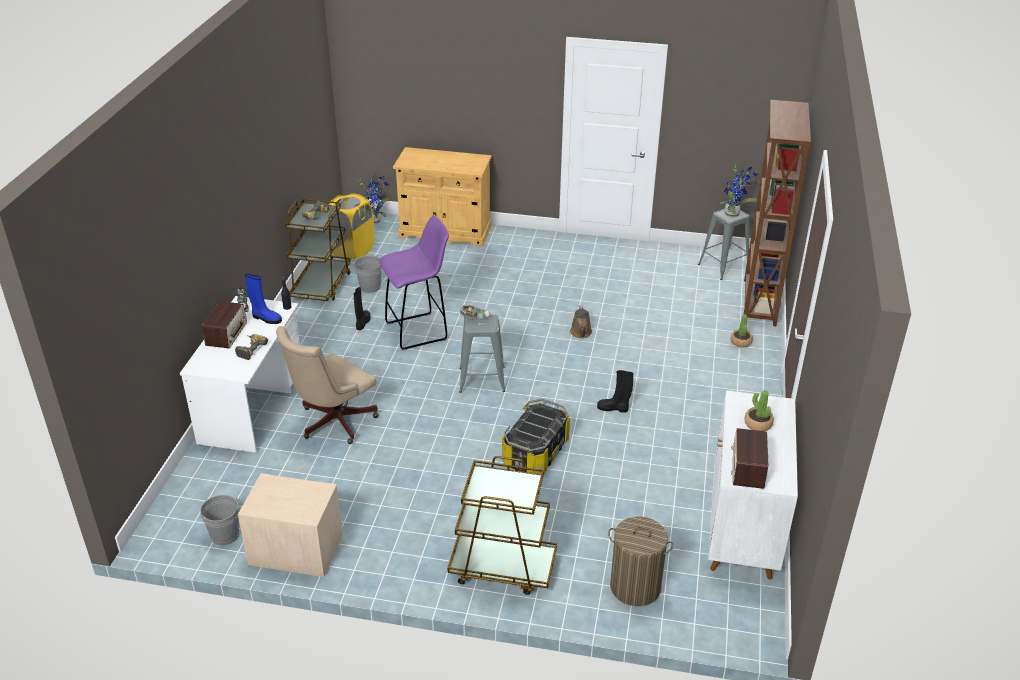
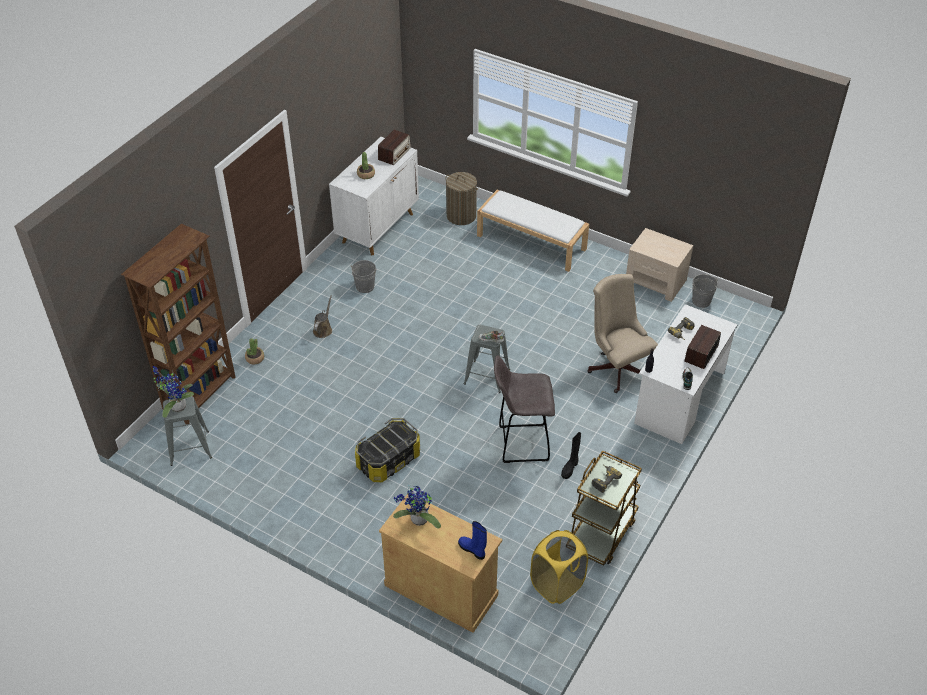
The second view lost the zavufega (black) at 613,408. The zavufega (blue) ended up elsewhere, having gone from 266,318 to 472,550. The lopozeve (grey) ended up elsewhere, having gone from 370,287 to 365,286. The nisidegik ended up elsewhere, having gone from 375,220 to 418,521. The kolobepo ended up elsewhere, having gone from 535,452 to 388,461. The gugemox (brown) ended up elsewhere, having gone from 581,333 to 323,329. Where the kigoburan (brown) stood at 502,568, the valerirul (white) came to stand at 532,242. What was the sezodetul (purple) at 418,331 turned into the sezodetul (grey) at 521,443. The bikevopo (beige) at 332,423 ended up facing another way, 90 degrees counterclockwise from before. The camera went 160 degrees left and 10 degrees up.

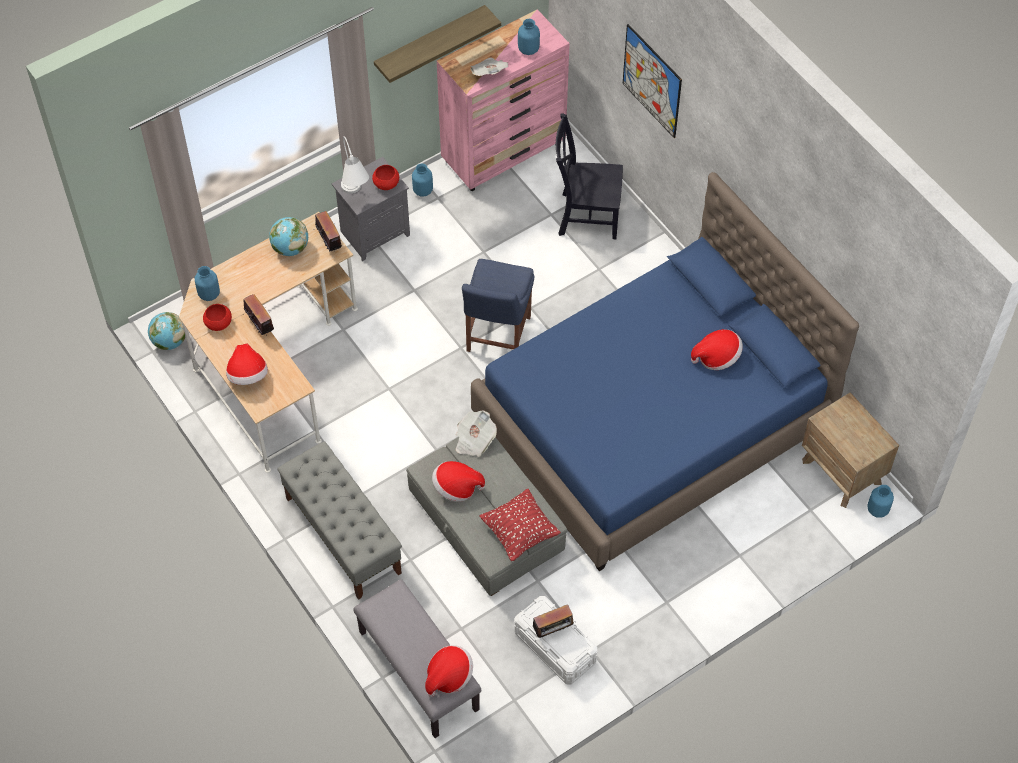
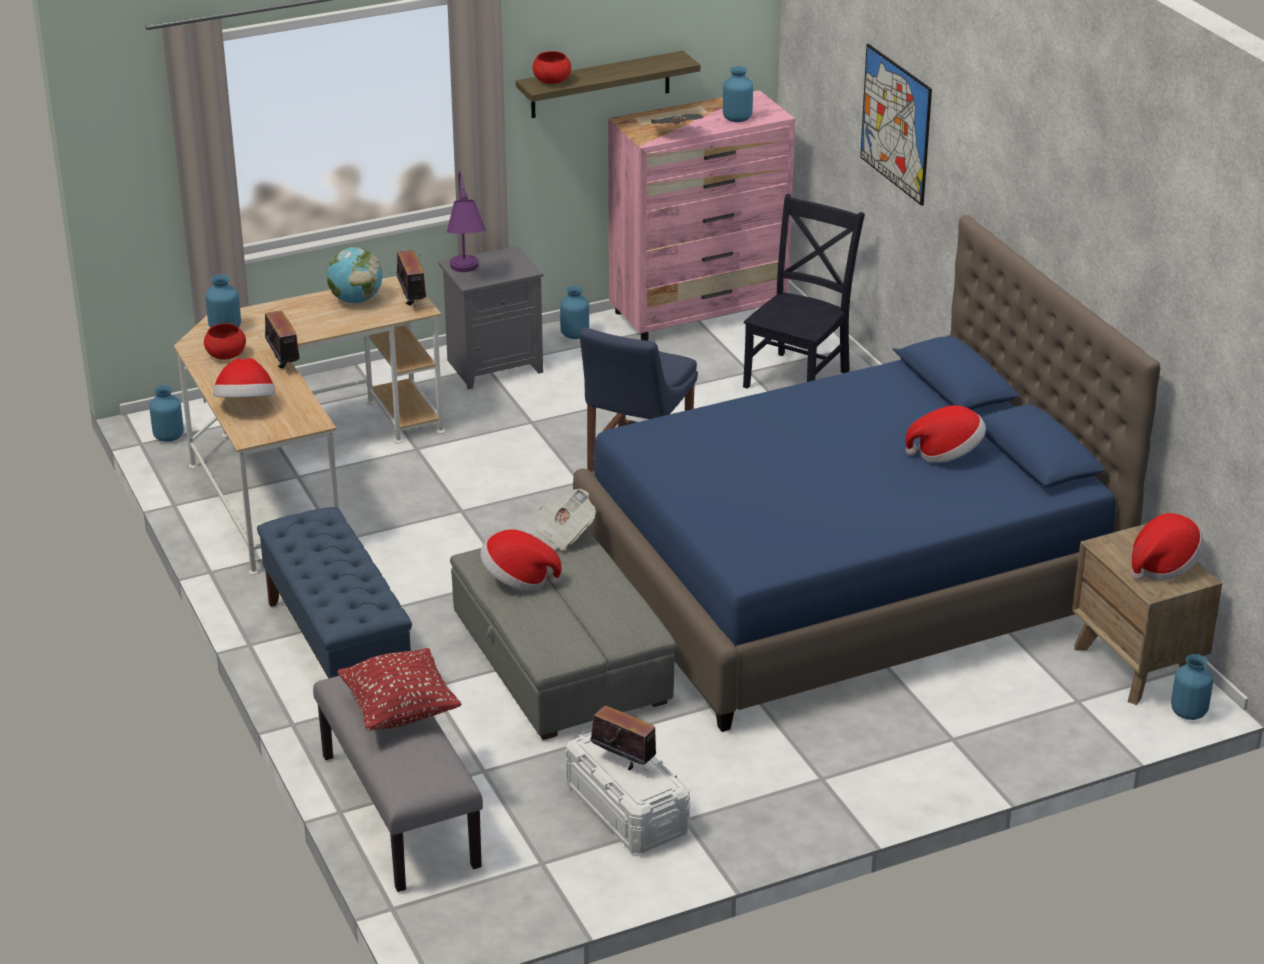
The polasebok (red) ended up elsewhere, having gone from 386,184 to 551,81. The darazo ended up elsewhere, having gone from 448,676 to 1163,566. The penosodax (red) ended up elsewhere, having gone from 519,532 to 400,711. Where the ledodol stood at 169,341, the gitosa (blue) came to stand at 168,437. What was the valerirul (grey) at 342,535 turned into the valerirul (blue) at 337,650. What was the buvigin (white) at 355,196 turned into the buvigin (purple) at 466,274. The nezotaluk at 553,630 ended up facing another way, 135 degrees counterclockwise from before. The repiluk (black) at 586,215 ended up facing another way, 105 degrees clockwise from before. The camera went 10 degrees right and 25 degrees down.

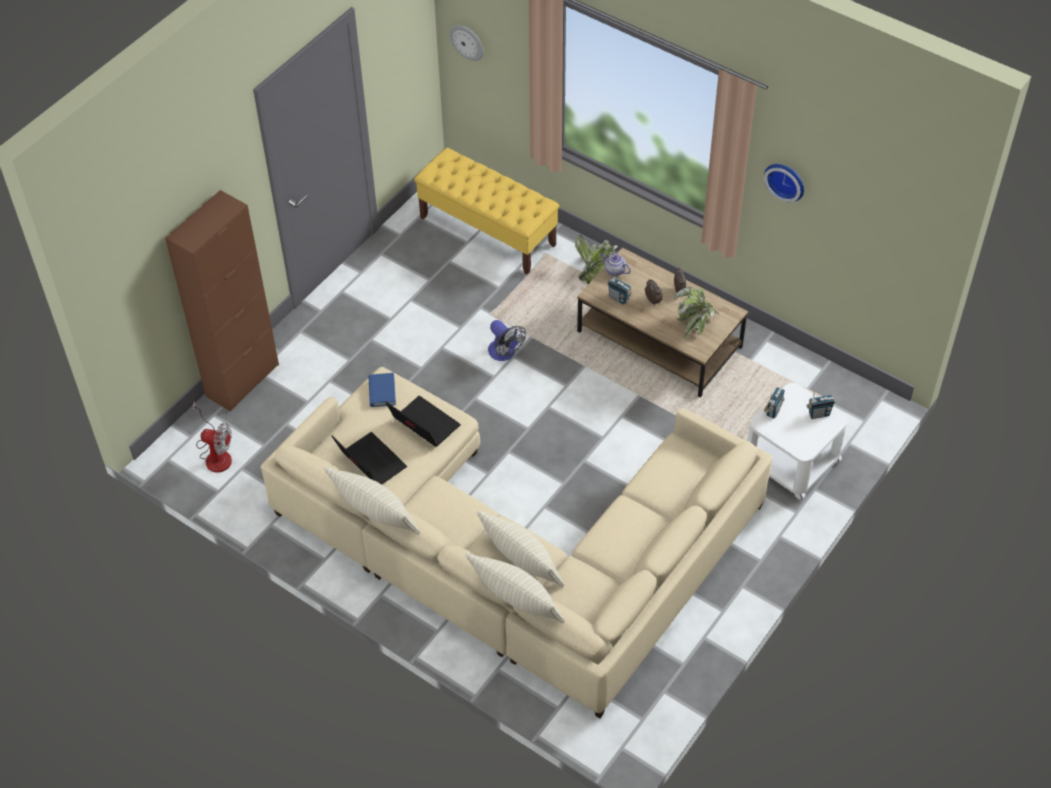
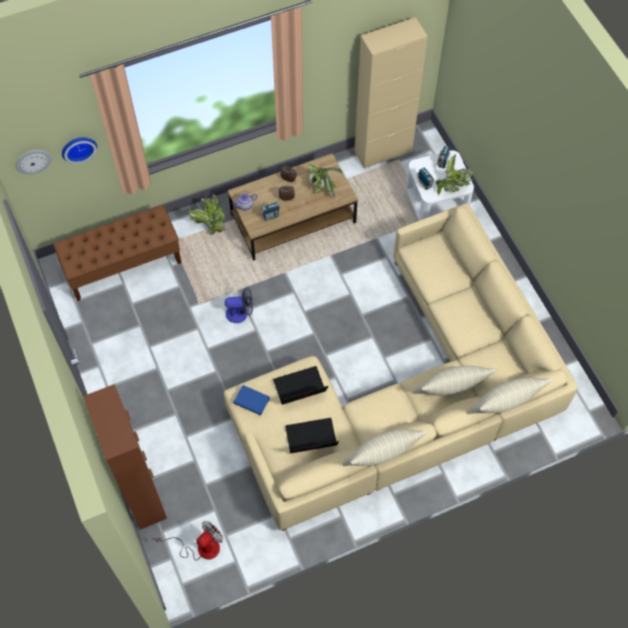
The second view gained the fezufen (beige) at 383,151. The second view gained the nisidegik at 453,187. The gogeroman ended up elsewhere, having gone from 786,180 to 78,147. What was the valerirul (yellow) at 488,231 turned into the valerirul (brown) at 123,265. The camera went 60 degrees left and 10 degrees up.

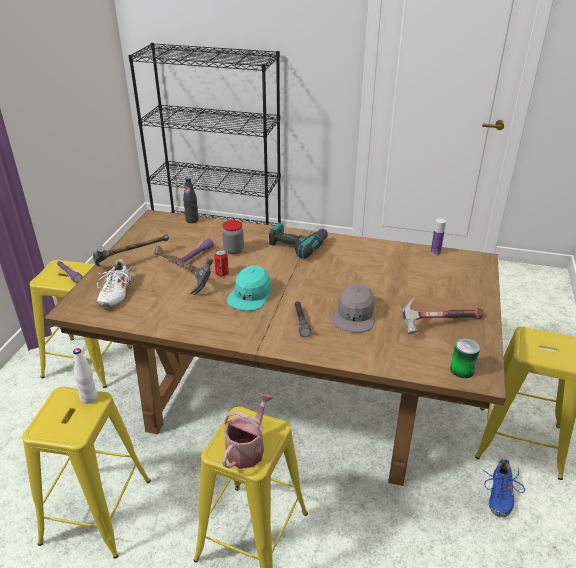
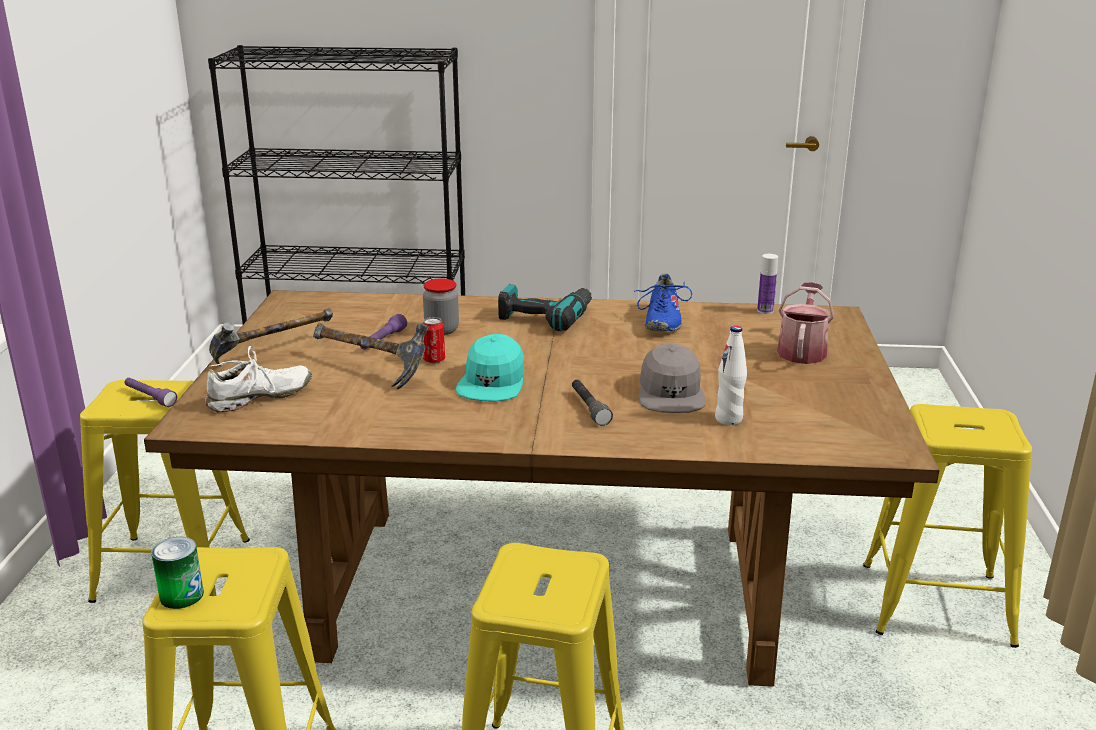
The second view lost the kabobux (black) at 192,220. The second view lost the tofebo at 438,324. The kabobux (white) ended up elsewhere, having gone from 89,397 to 728,419. The gugemox ended up elsewhere, having gone from 248,448 to 802,350. The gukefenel ended up elsewhere, having gone from 462,370 to 182,595. The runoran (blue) ended up elsewhere, having gone from 499,494 to 661,320. The runoran (white) at 115,293 ended up facing another way, 120 degrees counterclockwise from before. The camera went 10 degrees left and 10 degrees down.

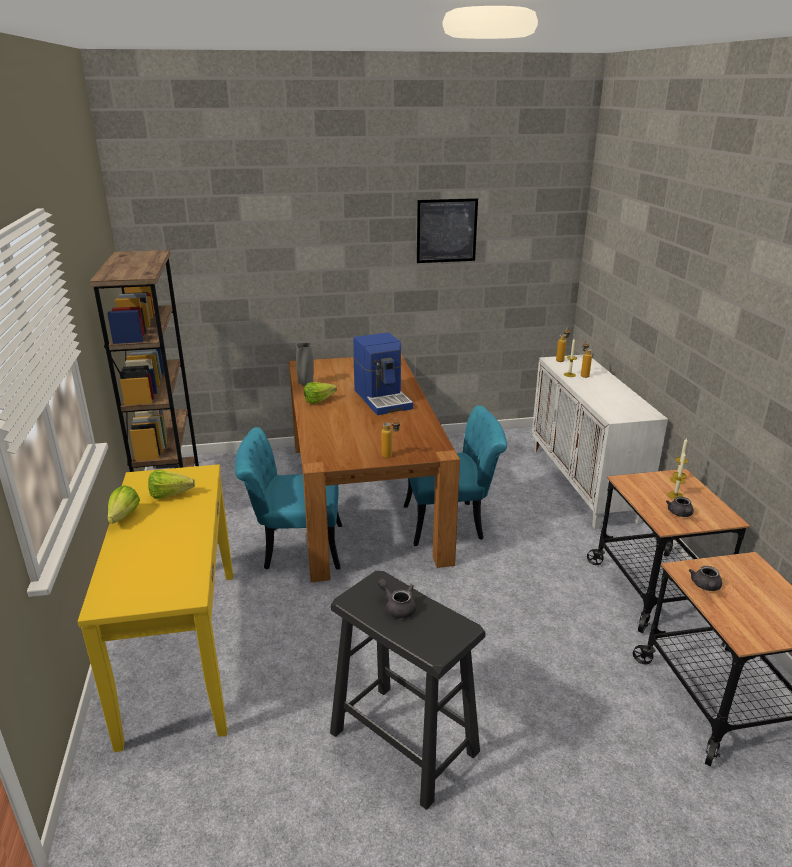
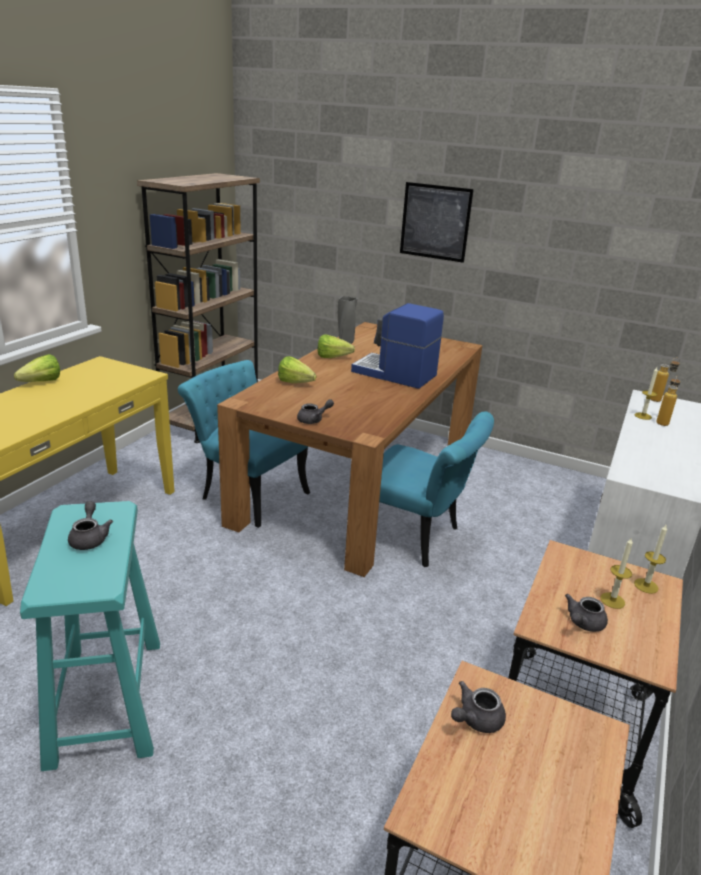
The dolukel ended up elsewhere, having gone from 174,495 to 297,384. The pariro ended up elsewhere, having gone from 446,231 to 435,222. Where the kabobux stood at 391,456, the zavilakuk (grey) came to stand at 313,420. What was the sezodetul (black) at 403,741 turned into the sezodetul (turquoise) at 107,699. The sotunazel at 383,399 ended up facing another way, 105 degrees clockwise from before. The camera went 35 degrees right and 0 degrees up.

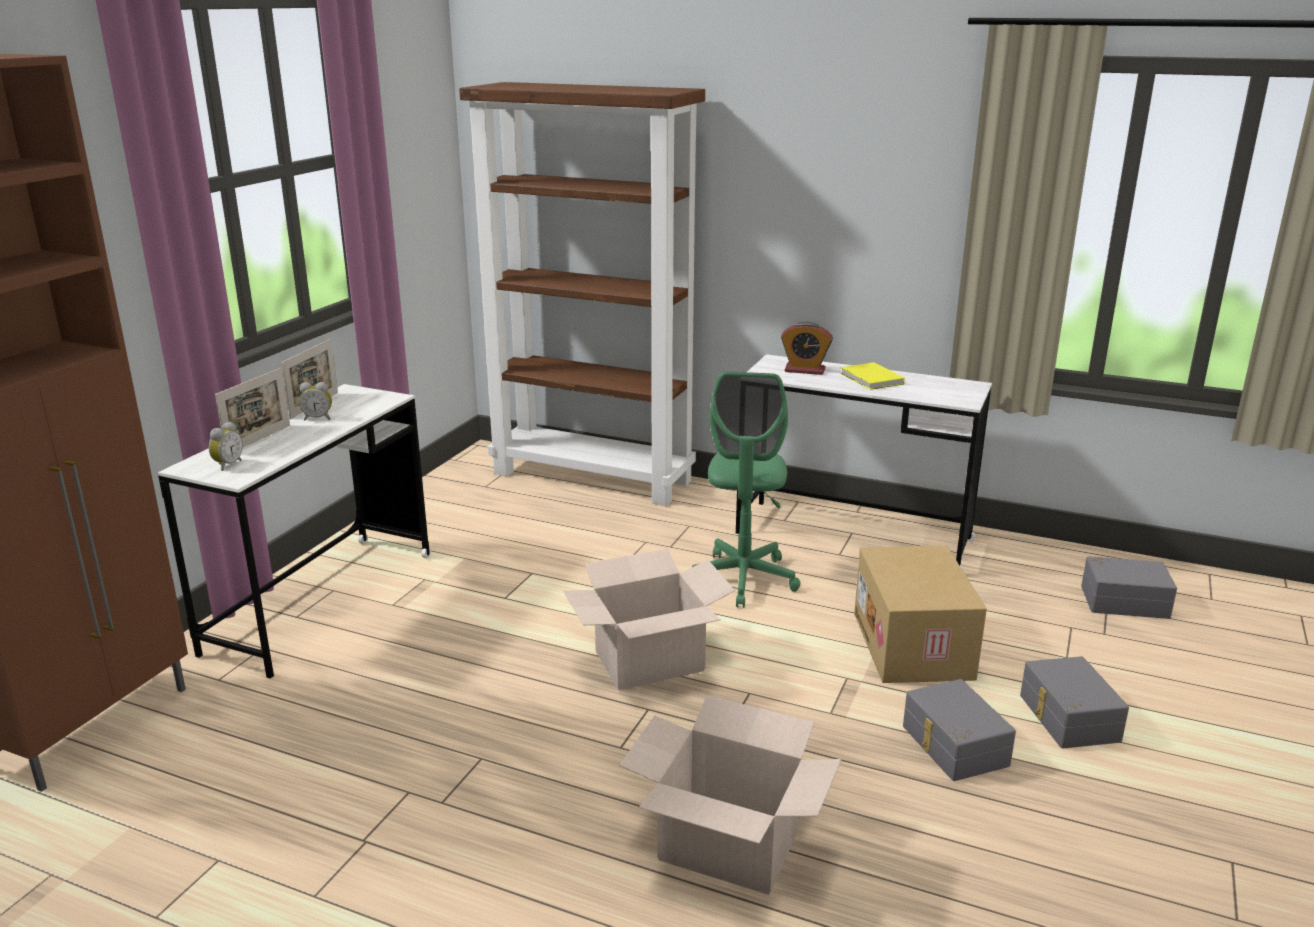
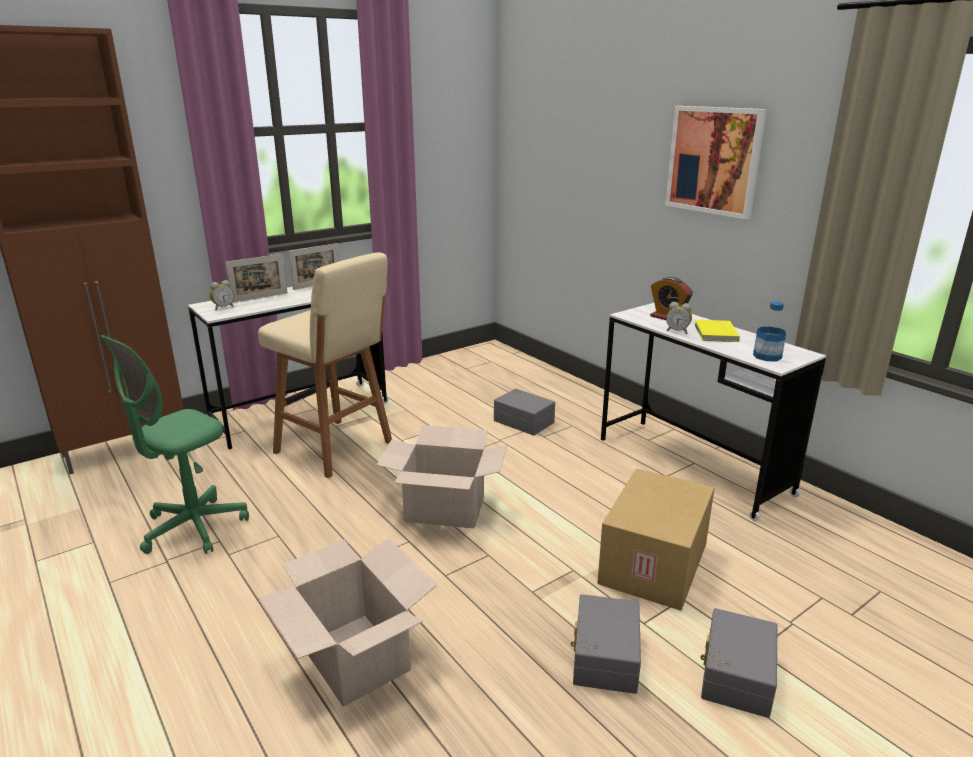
The second view lost the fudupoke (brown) at 594,477. The second view gained the sezodetul (beige) at 336,449. The second view gained the pariro at 714,160. The second view gained the kabobux at 767,356. The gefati ended up elsewhere, having gone from 318,418 to 677,331. The bikevopo (green) ended up elsewhere, having gone from 743,579 to 194,528. The kolobepo (grey) ended up elsewhere, having gone from 1124,600 to 524,421. The camera went 30 degrees right and 0 degrees up.

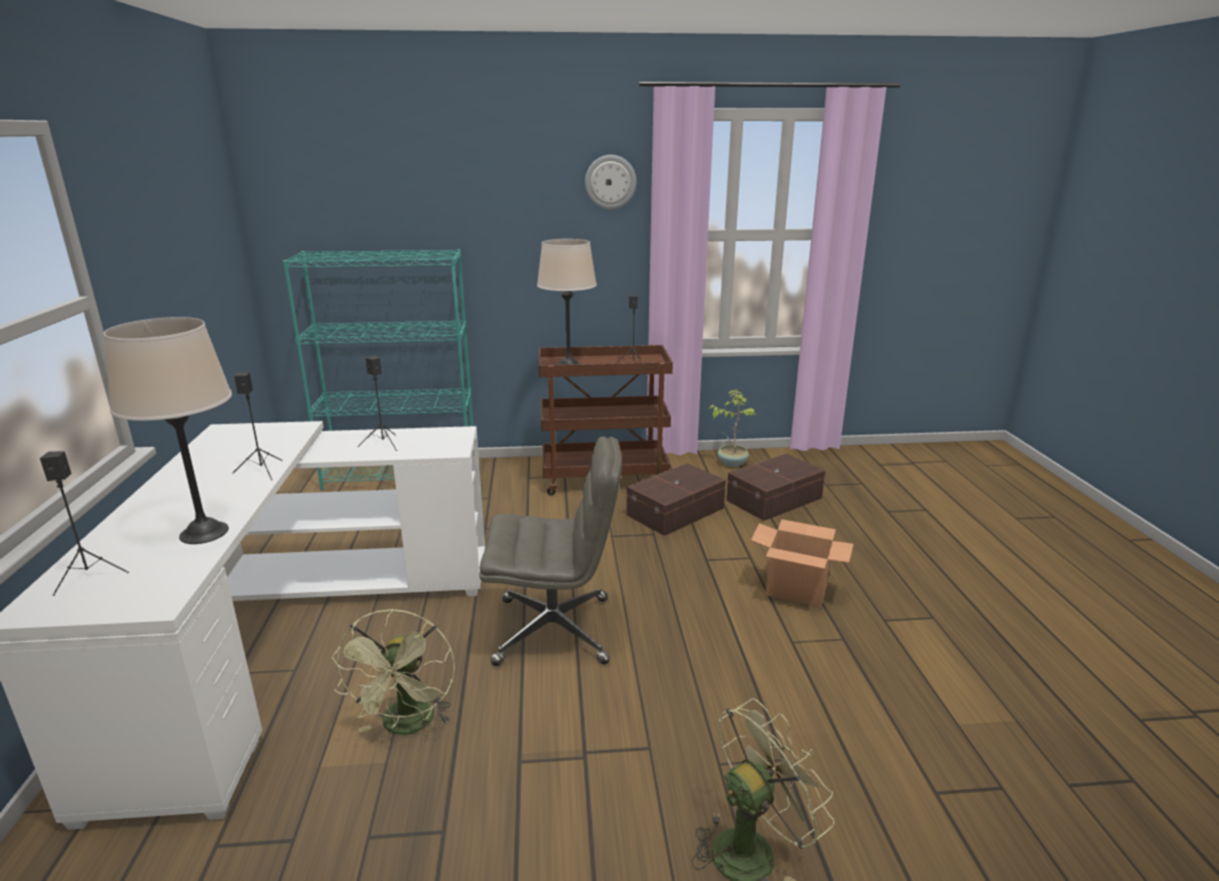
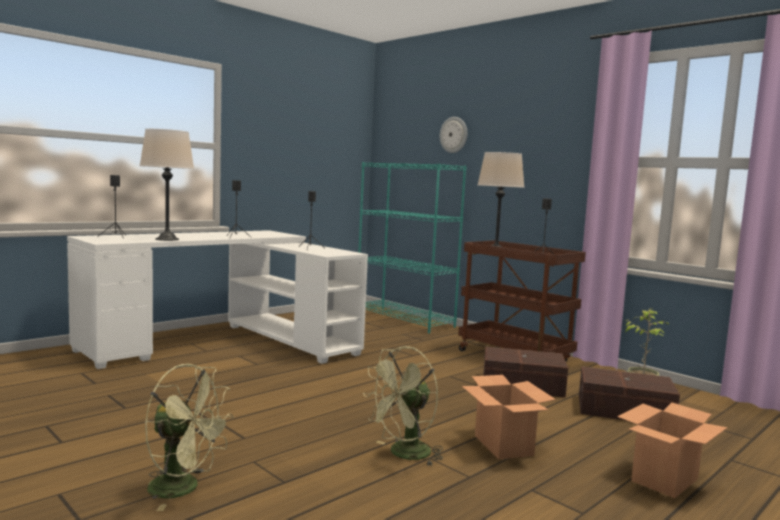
The second view lost the bikevopo (grey) at 555,630. The second view gained the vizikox at 664,480. The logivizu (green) ended up elsewhere, having gone from 407,726 to 404,455. The gogeroman ended up elsewhere, having gone from 610,182 to 454,135. The camera went 50 degrees right and 15 degrees down.

